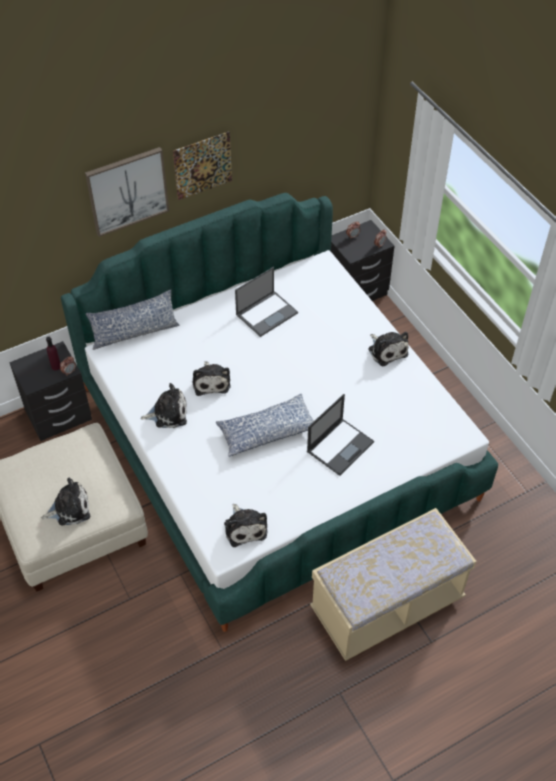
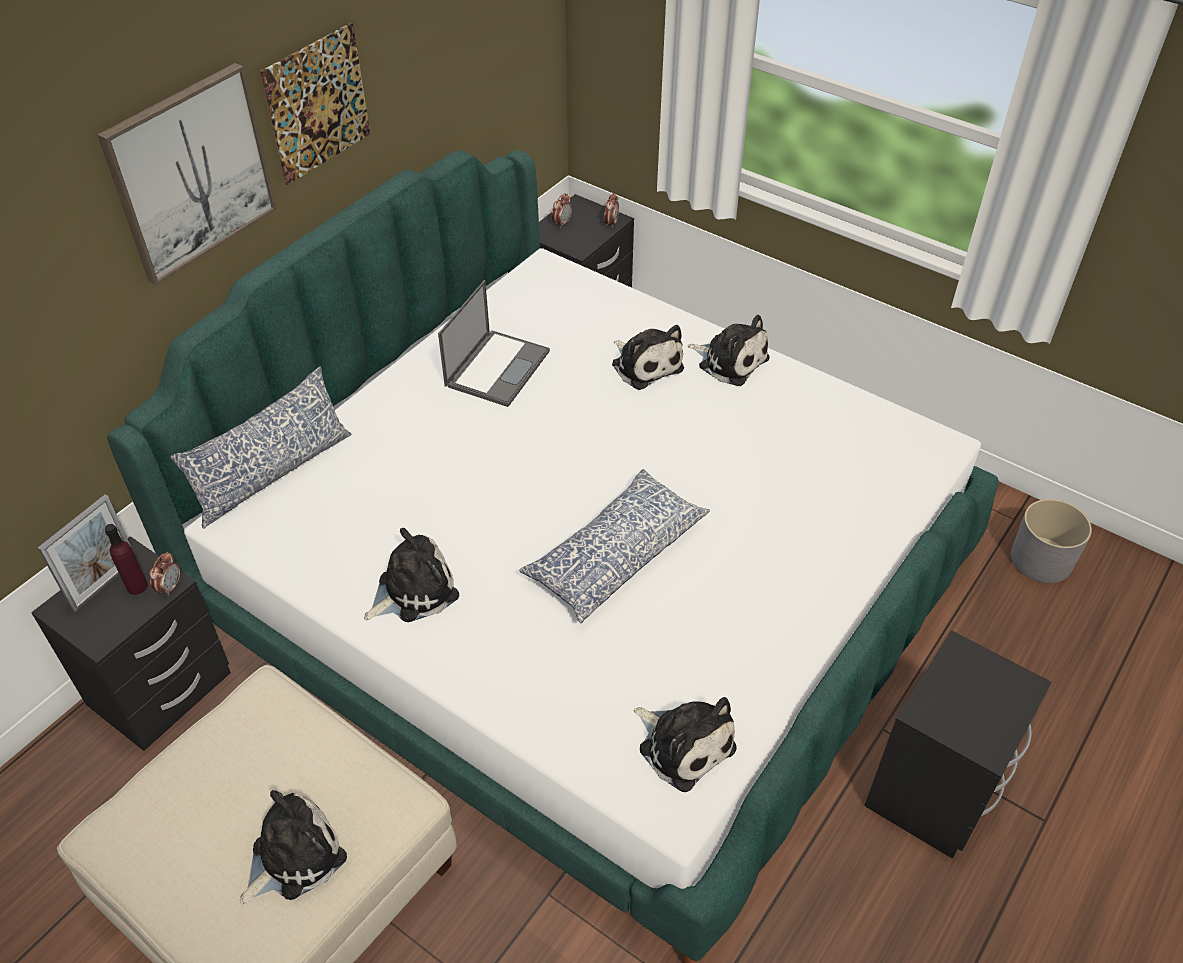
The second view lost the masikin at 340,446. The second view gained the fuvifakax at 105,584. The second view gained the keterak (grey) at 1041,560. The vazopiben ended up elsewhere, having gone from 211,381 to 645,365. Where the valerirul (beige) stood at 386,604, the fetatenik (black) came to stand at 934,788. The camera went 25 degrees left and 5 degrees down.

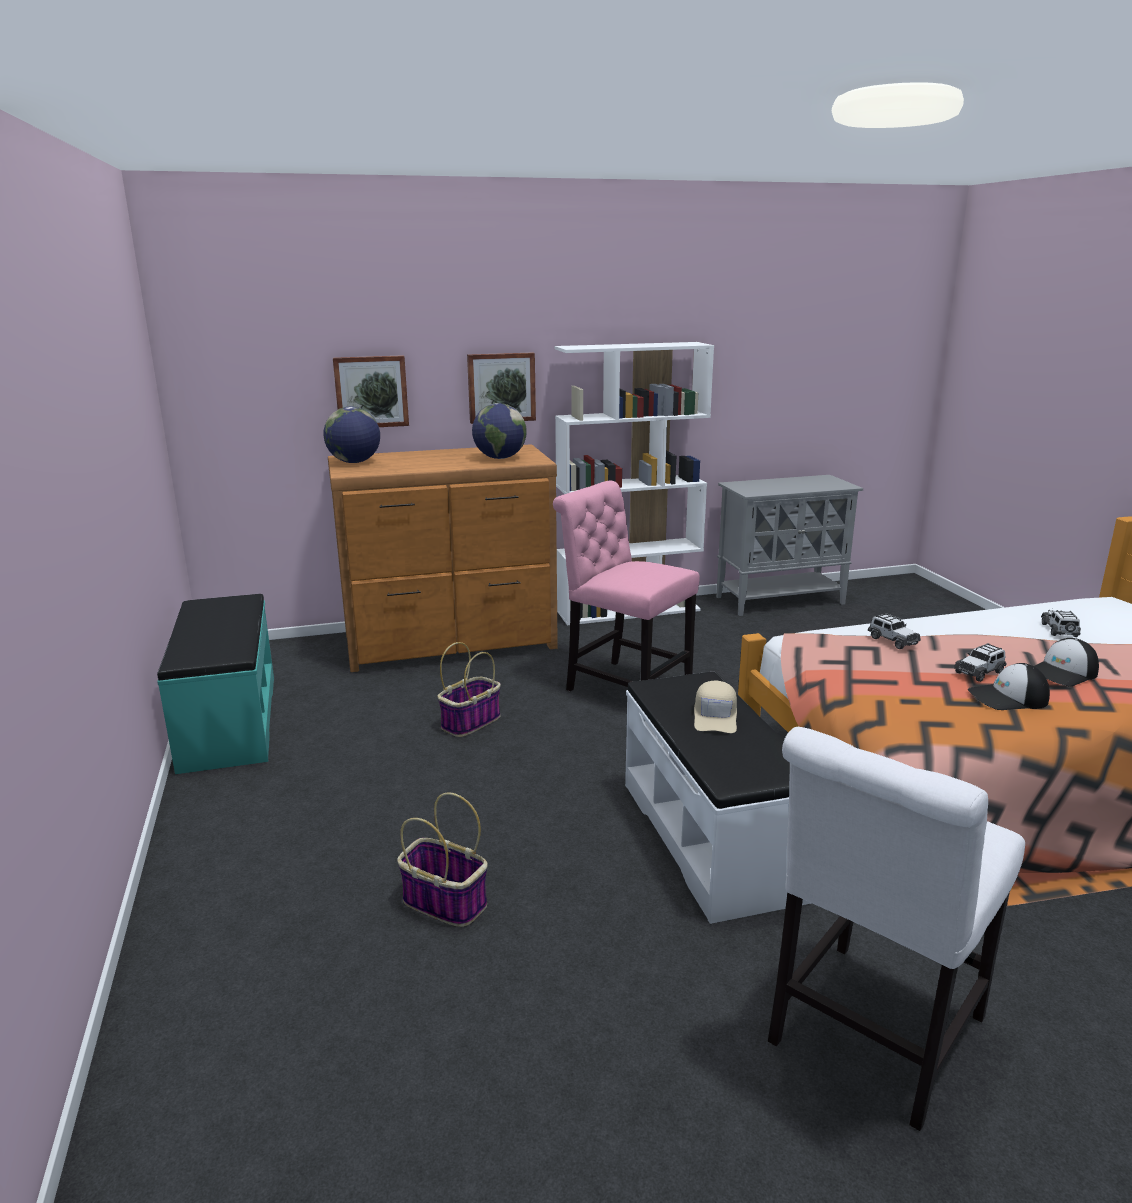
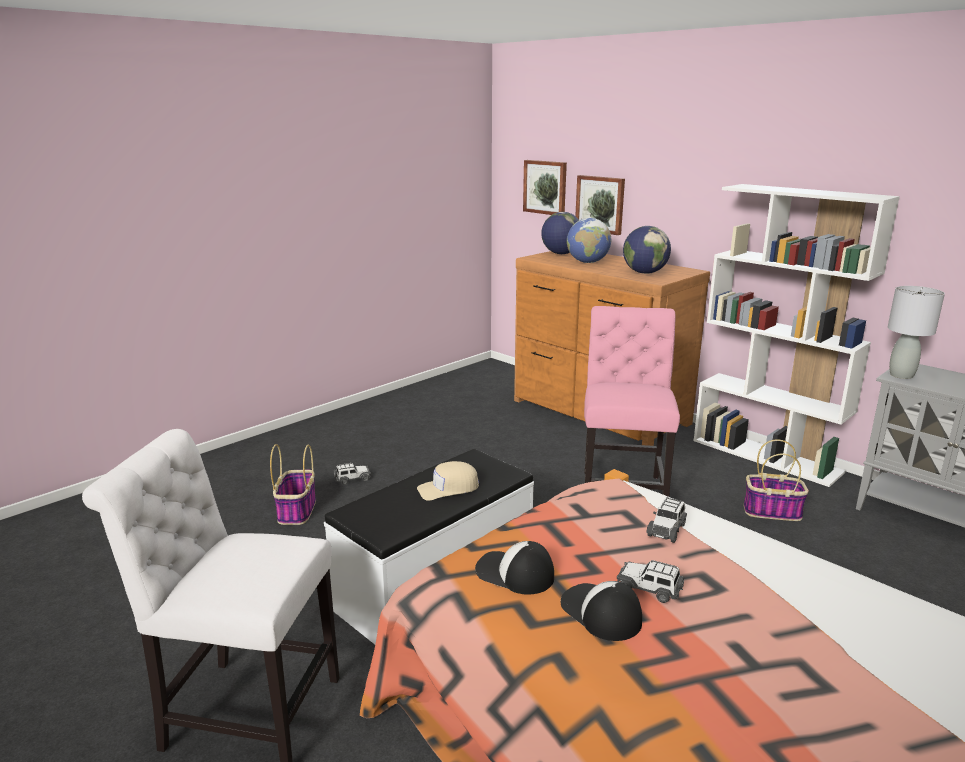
The second view lost the valerirul (turquoise) at 228,722. The second view gained the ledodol at 587,262. The second view gained the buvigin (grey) at 901,375. The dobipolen ended up elsewhere, having gone from 471,722 to 772,511. The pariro ended up elsewhere, having gone from 501,387 to 545,187. The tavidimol ended up elsewhere, having gone from 1063,673 to 514,573. The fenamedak ended up elsewhere, having gone from 1059,631 to 352,479. The camera went 60 degrees right and 0 degrees up.

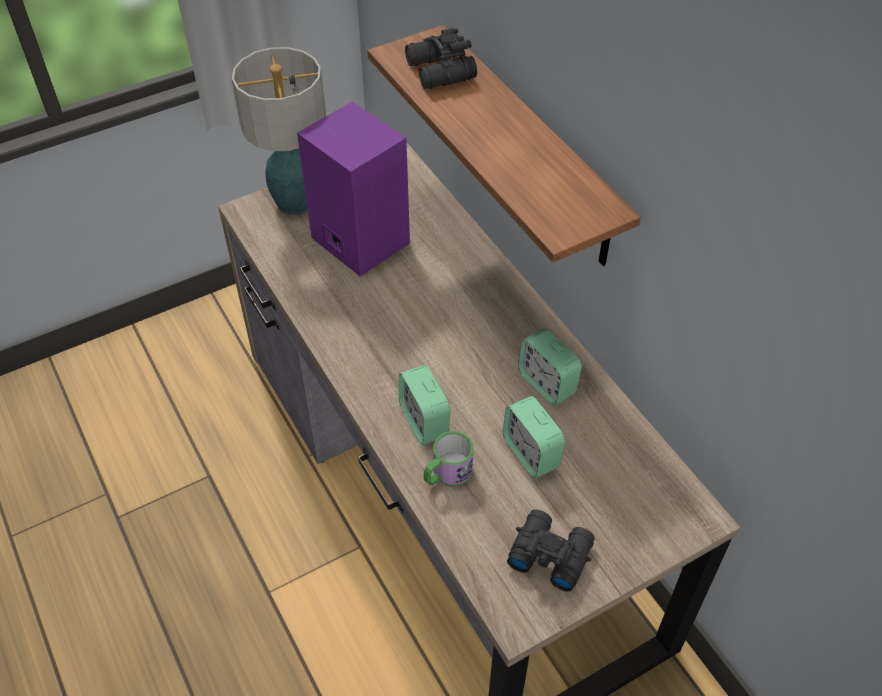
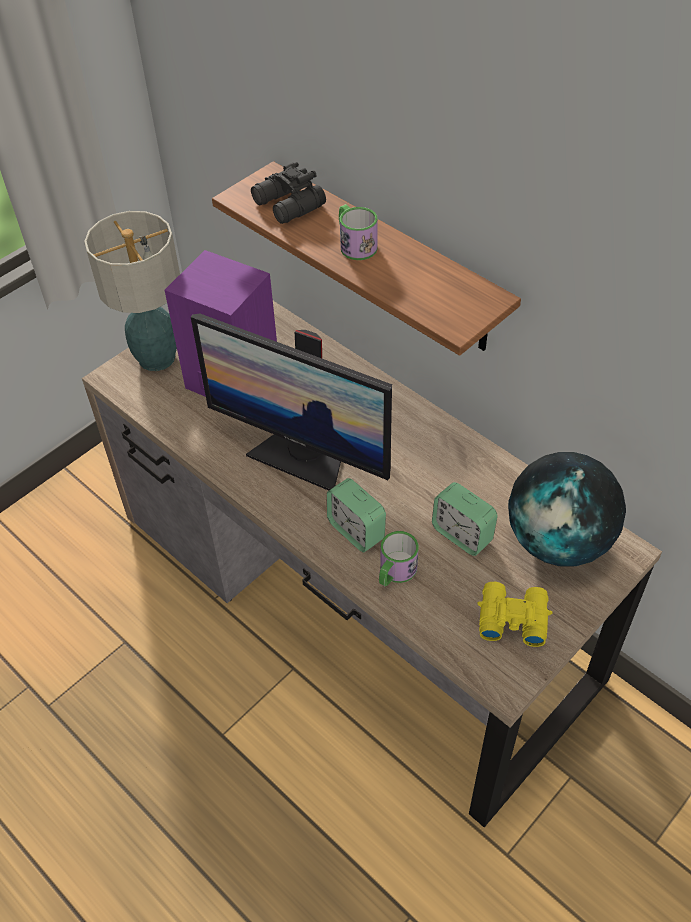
The second view lost the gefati at 547,383. The second view gained the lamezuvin at 302,456. The second view gained the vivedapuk at 355,244. The second view gained the ledodol at 558,541. What was the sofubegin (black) at 549,553 turned into the sofubegin (yellow) at 511,618. The camera went 15 degrees left and 0 degrees up.

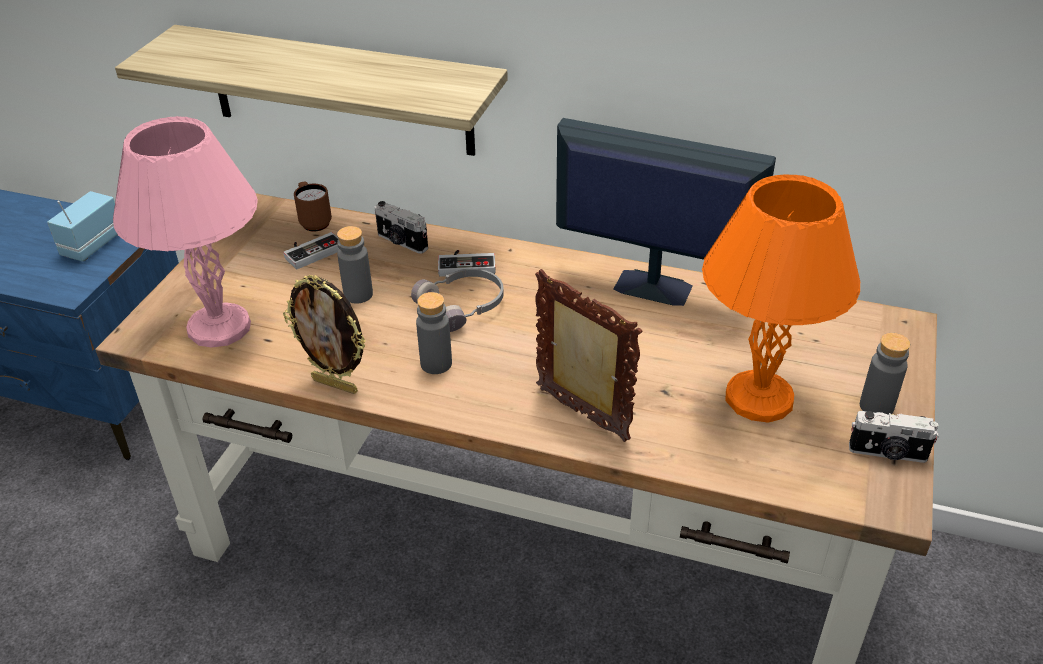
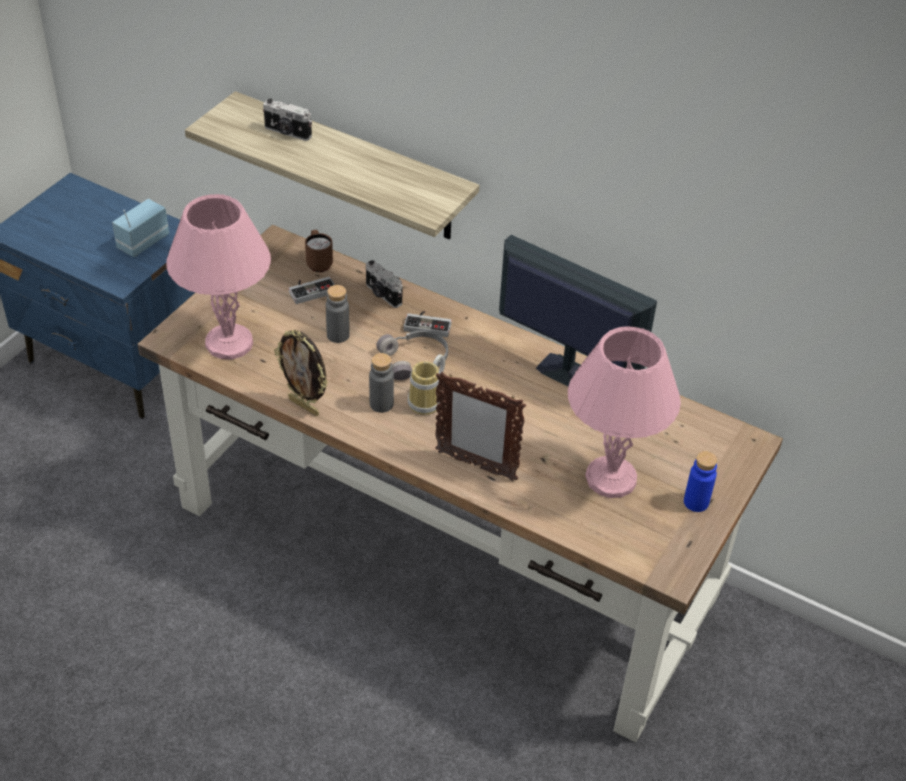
The second view gained the vivedapuk at 429,401. The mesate ended up elsewhere, having gone from 888,453 to 287,133. What was the buvigin (orange) at 756,399 turned into the buvigin (pink) at 609,478. What was the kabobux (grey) at 876,406 turned into the kabobux (blue) at 696,502. The fuvifakax at 582,415 ended up facing another way, 150 degrees clockwise from before. The camera went 10 degrees right and 5 degrees up.

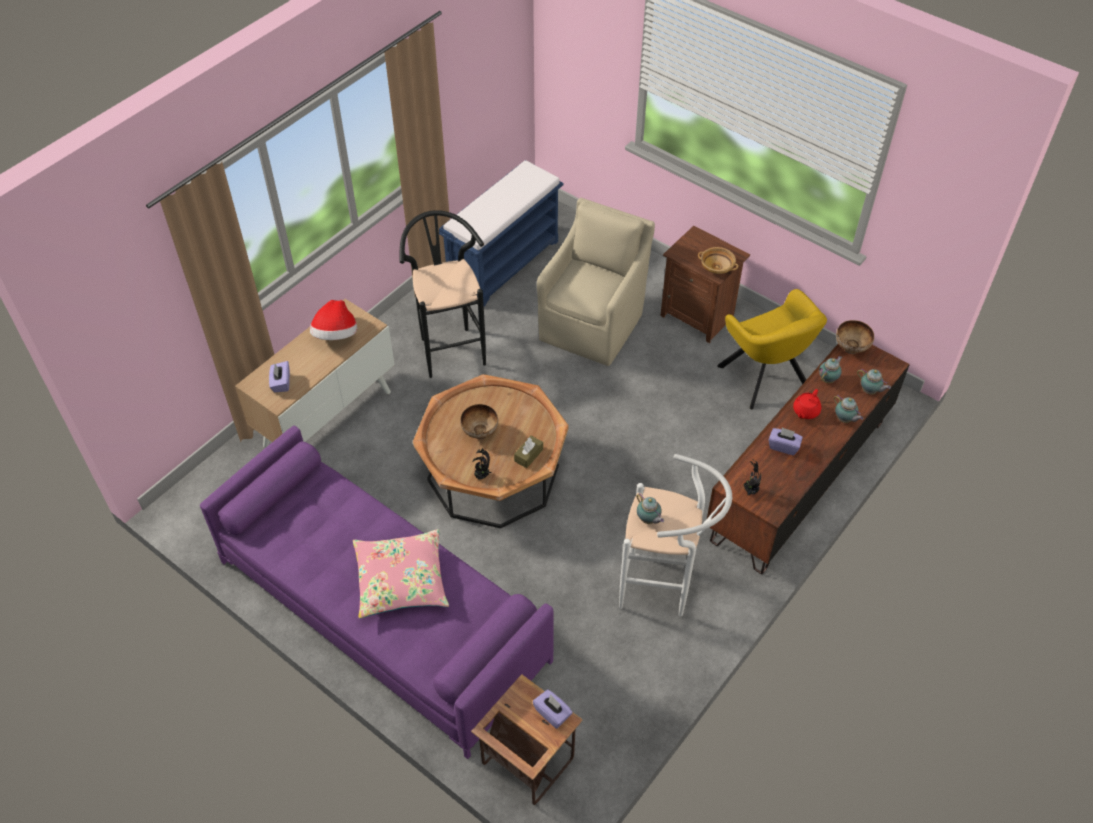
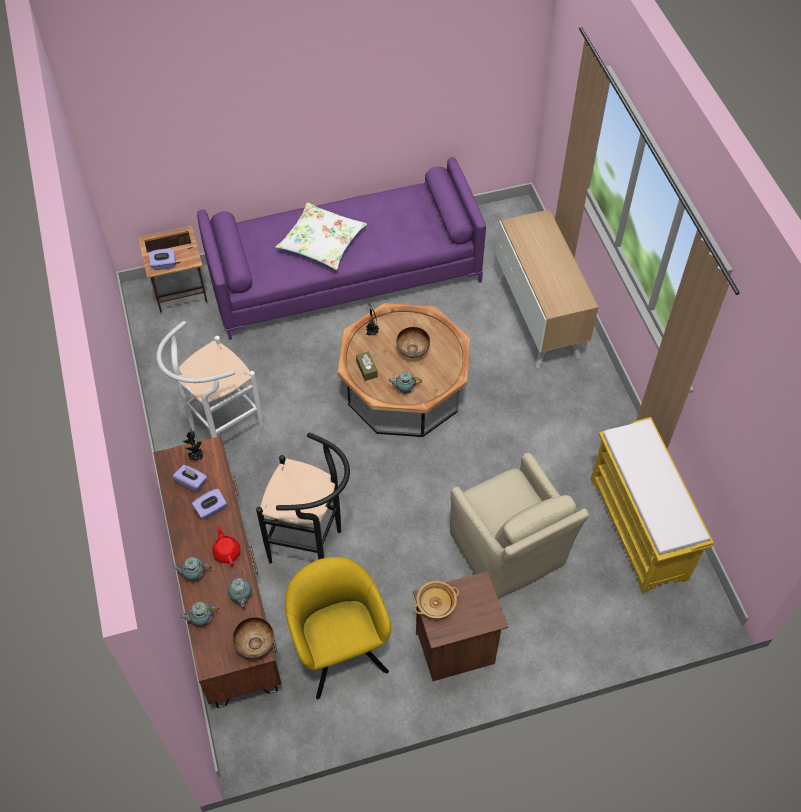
The second view lost the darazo at 336,335. The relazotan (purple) ended up elsewhere, having gone from 281,383 to 192,483. The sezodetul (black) ended up elsewhere, having gone from 449,347 to 313,546. The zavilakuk ended up elsewhere, having gone from 648,520 to 404,389. What was the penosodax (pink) at 401,580 turned into the penosodax (white) at 322,243. What was the valerirul (blue) at 504,263 turned into the valerirul (yellow) at 639,529. The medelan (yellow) at 765,379 ended up facing another way, 60 degrees clockwise from before. The camera went 125 degrees right and 5 degrees up.

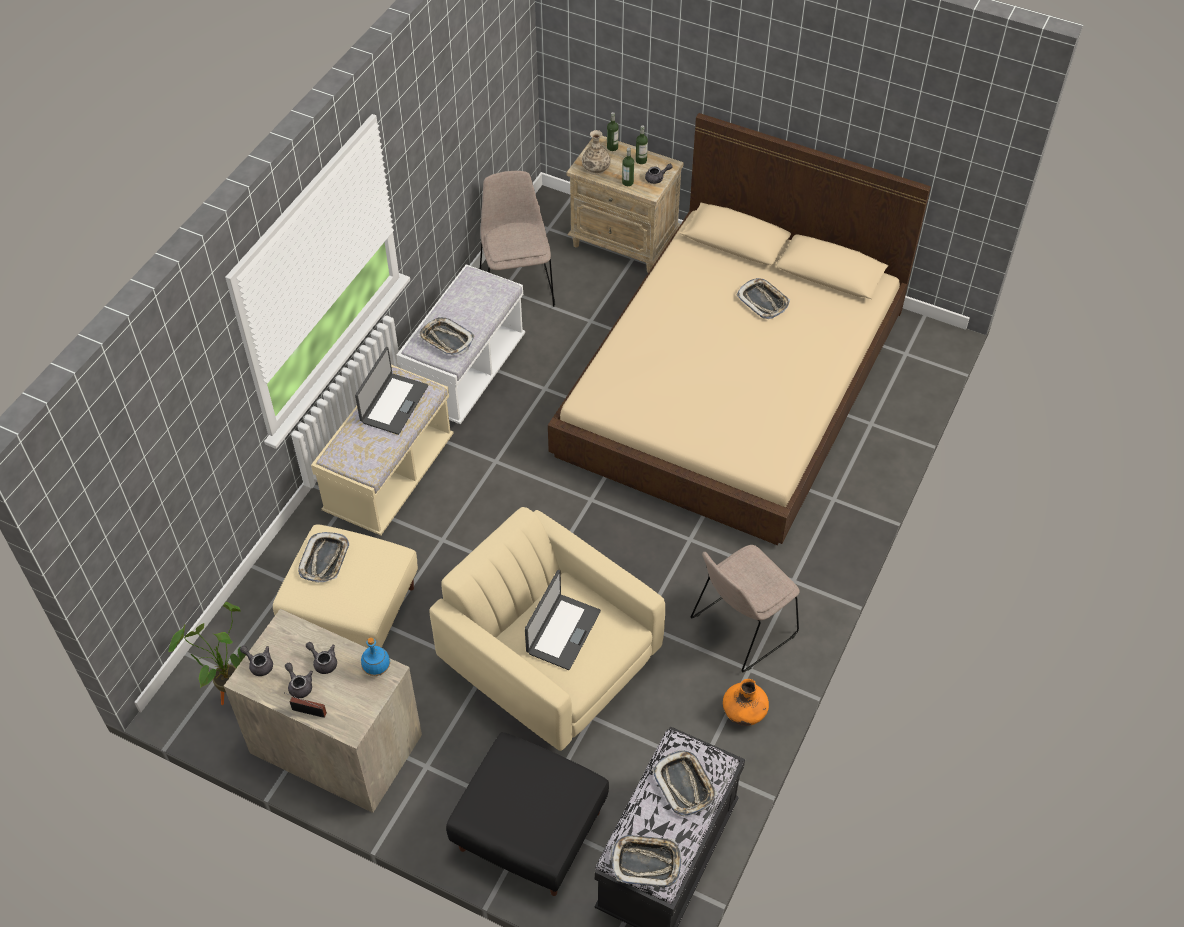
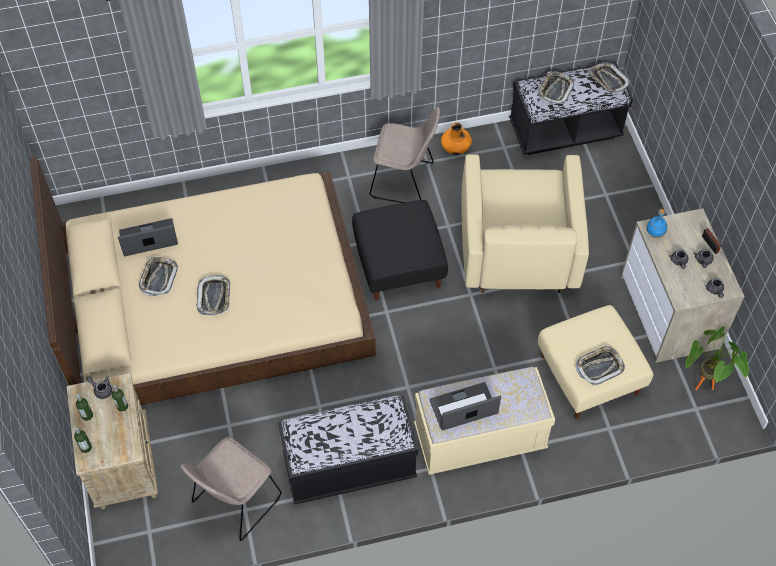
The second view lost the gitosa at 595,168. The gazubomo ended up elsewhere, having gone from 446,339 to 214,297. The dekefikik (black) ended up elsewhere, having gone from 530,830 to 398,264. The masikin ended up elsewhere, having gone from 562,631 to 148,239. What was the valerirul (white) at 465,372 turned into the valerirul (black) at 349,467. The camera went 130 degrees left and 5 degrees up.

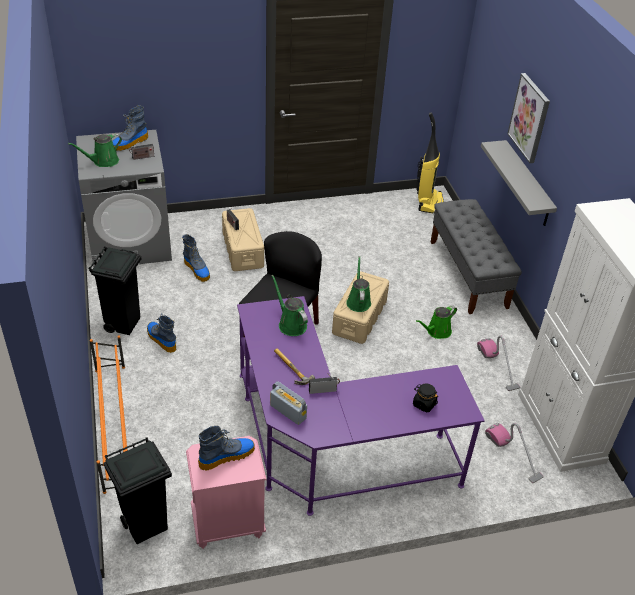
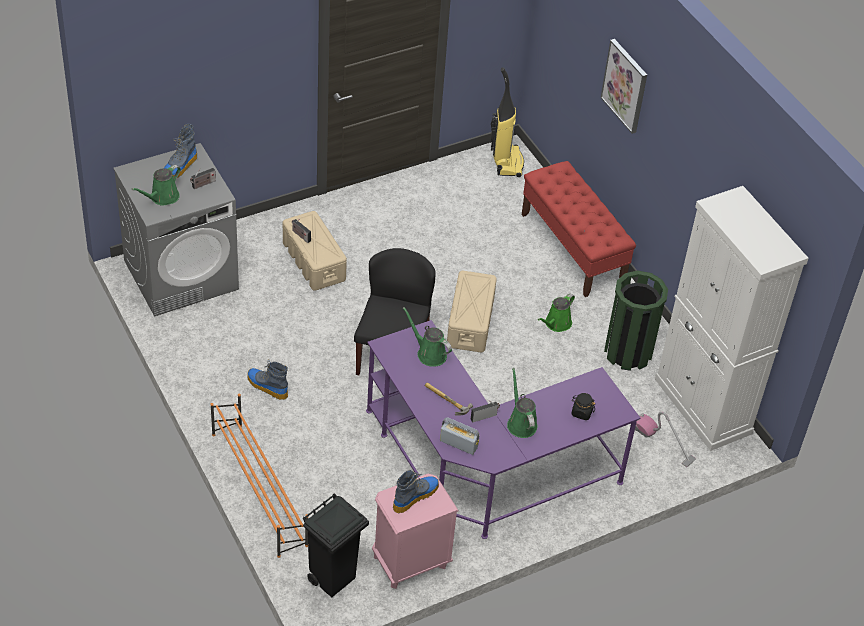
The second view lost the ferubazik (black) at 123,324. The second view lost the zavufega at 197,270. The second view lost the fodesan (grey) at 527,184. The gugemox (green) ended up elsewhere, having gone from 358,301 to 521,423. Where the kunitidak stood at 497,366, the ferubazik (green) came to stand at 628,352. What was the valerirul (grey) at 468,274 turned into the valerirul (red) at 573,248. The camera went 15 degrees left and 5 degrees up.

